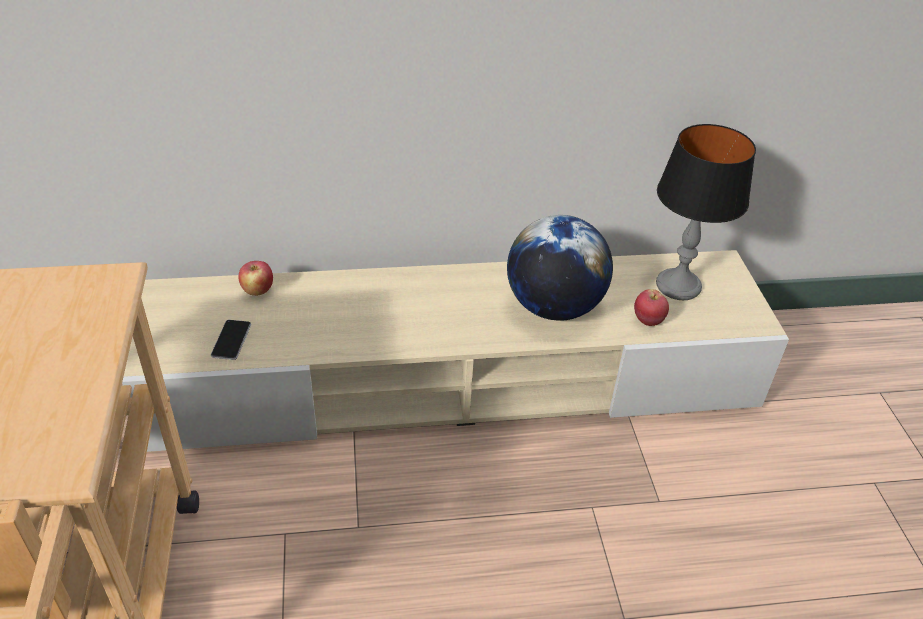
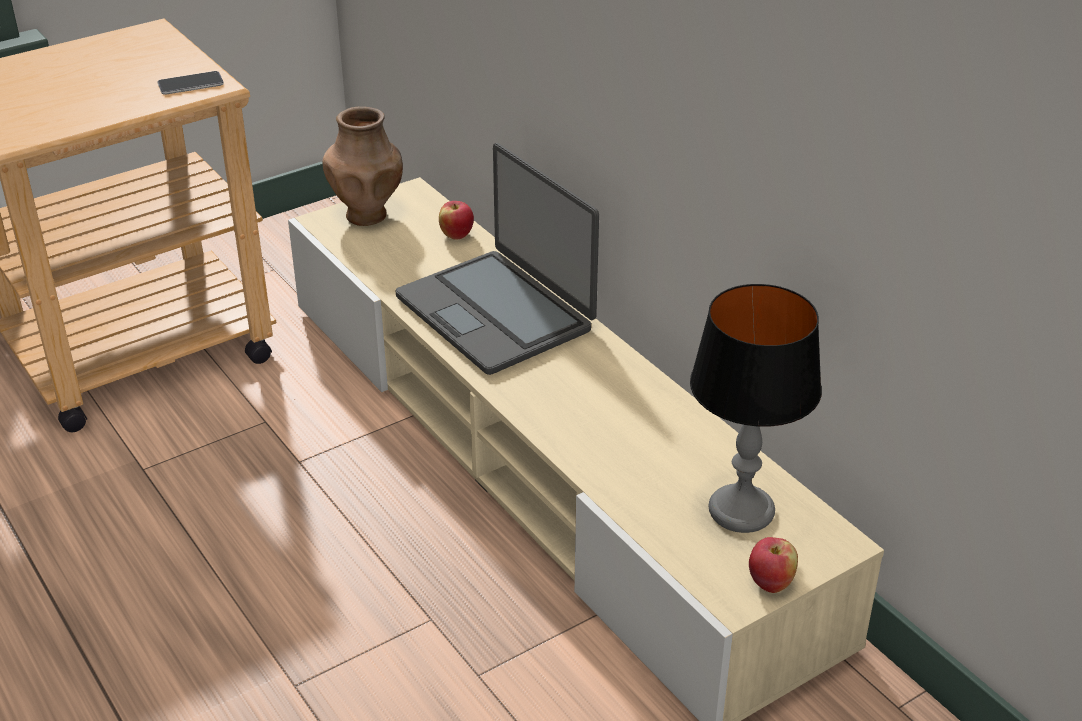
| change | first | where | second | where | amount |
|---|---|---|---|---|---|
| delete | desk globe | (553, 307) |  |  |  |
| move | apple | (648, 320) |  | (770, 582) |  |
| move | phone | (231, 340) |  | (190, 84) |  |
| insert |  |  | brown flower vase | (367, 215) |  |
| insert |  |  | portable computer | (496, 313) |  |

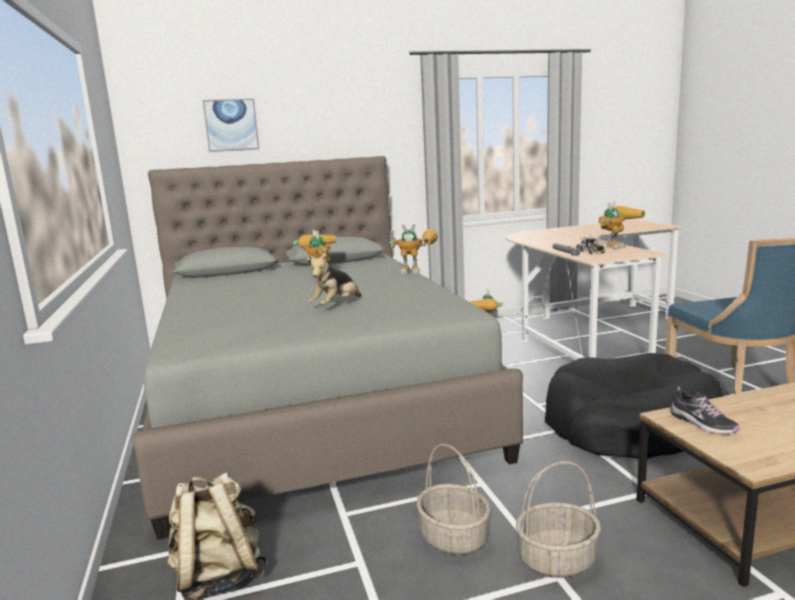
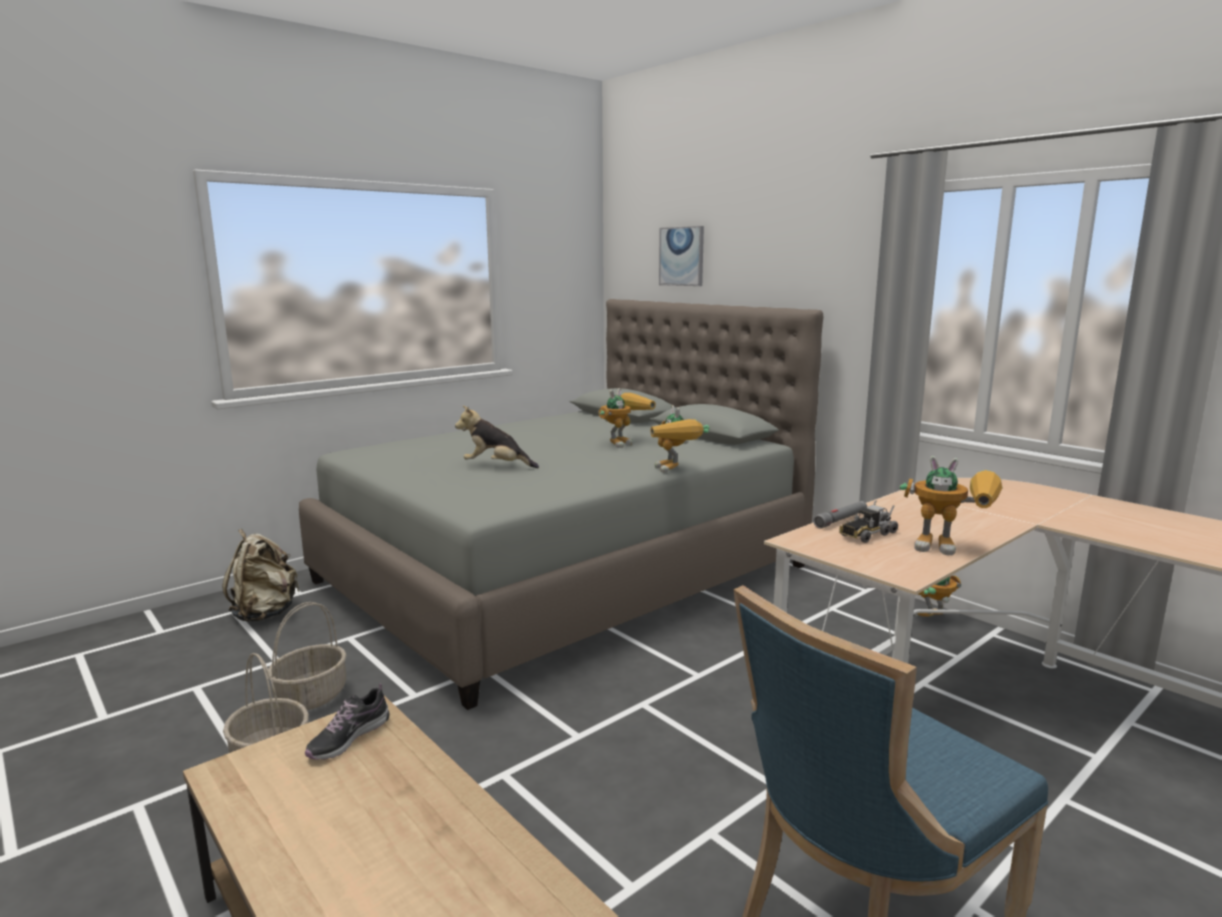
| change | first | where | second | where | amount |
|---|---|---|---|---|---|
| delete | black-coloured dog cushion | (629, 426) |  |  |  |

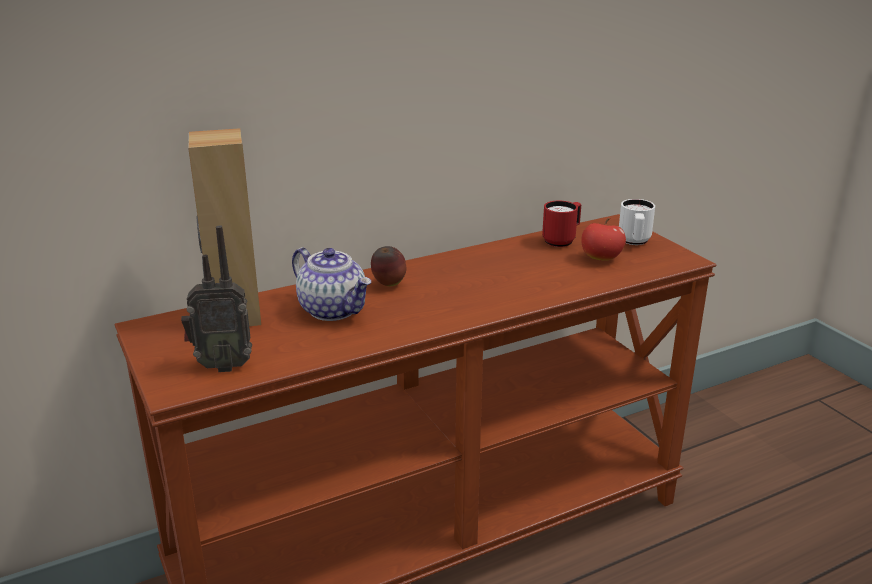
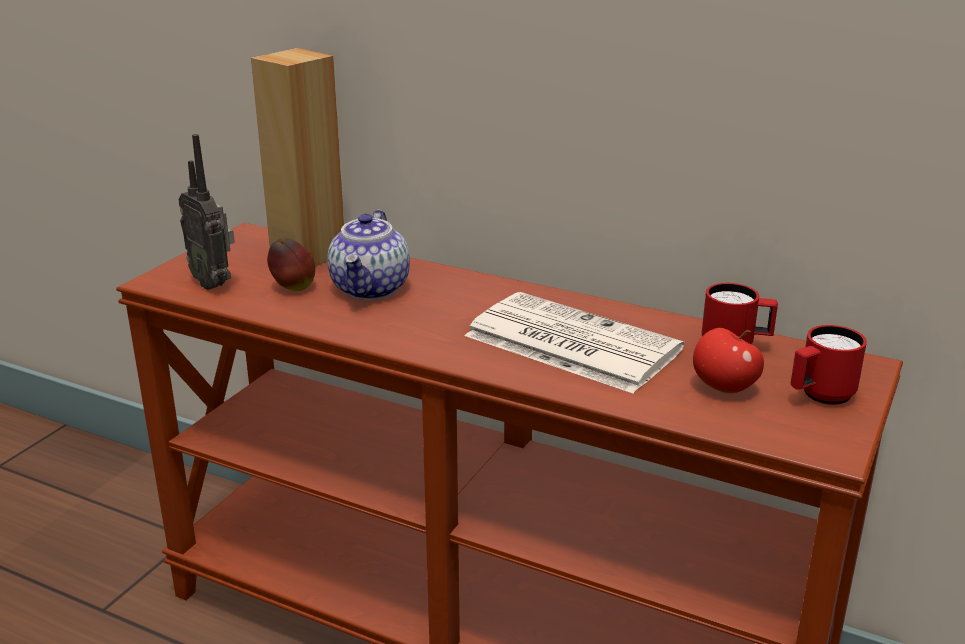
| change | first | where | second | where | amount |
|---|---|---|---|---|---|
| recolor | white tea mug | (634, 242) | red tea mug | (819, 396) |  |
| move | apple | (388, 285) |  | (293, 288) |  |
| insert |  |  | newspaper | (568, 343) |  |

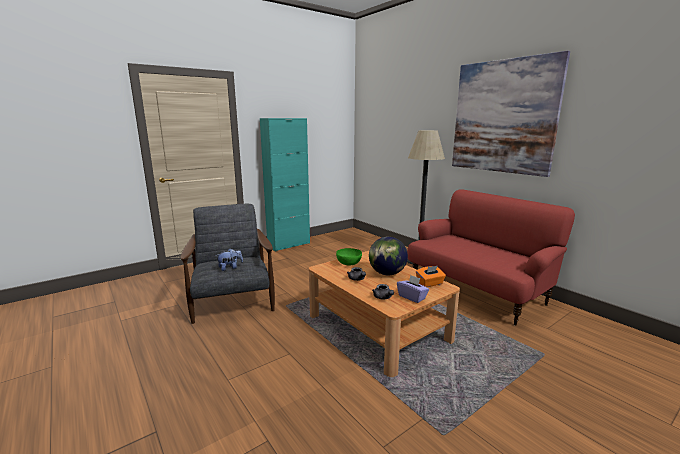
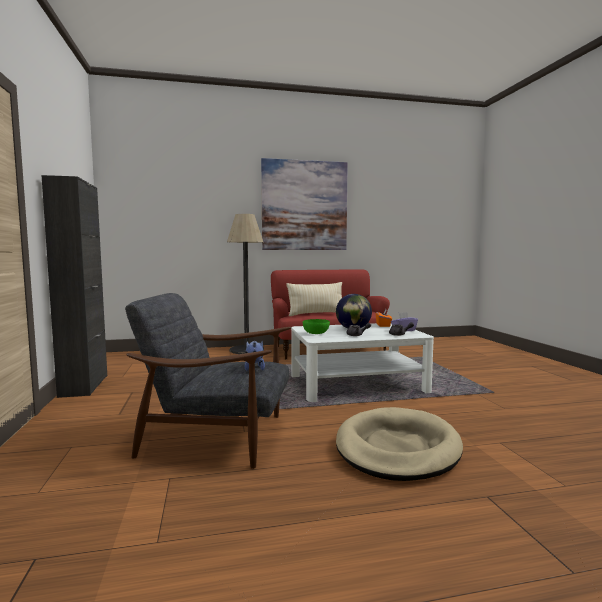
| change | first | where | second | where | amount |
|---|---|---|---|---|---|
| recolor | turquoise storage cabinet | (289, 245) | black-coloured storage cabinet | (84, 386) |  |
| recolor | brown coffee table | (378, 328) | white coffee table | (357, 384) |  |
| insert |  |  | beige-coloured pillow | (316, 314) |  |
| insert |  |  | beige-coloured dog cushion | (397, 448) |  |

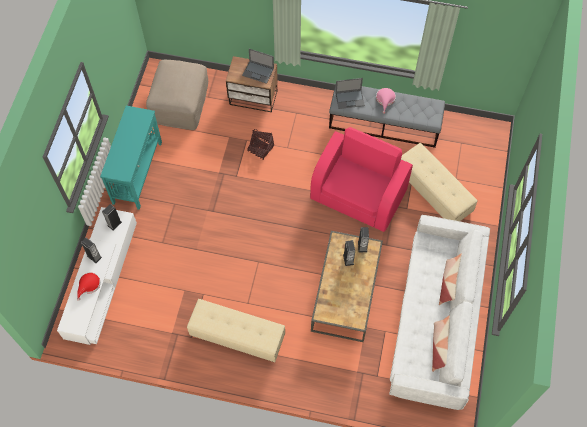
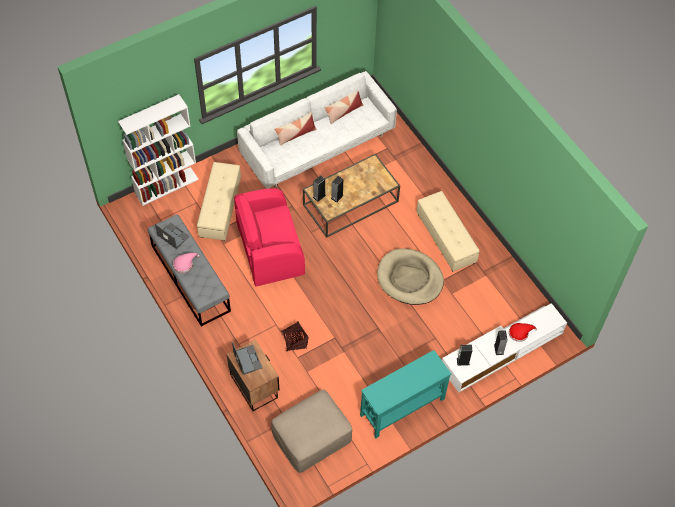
| change | first | where | second | where | amount |
|---|---|---|---|---|---|
| move | portable computer | (350, 99) |  | (173, 236) |  |
| insert |  |  | white shelving unit | (167, 186) |  |
| insert |  |  | beige-coloured dog cushion | (410, 278) |  |

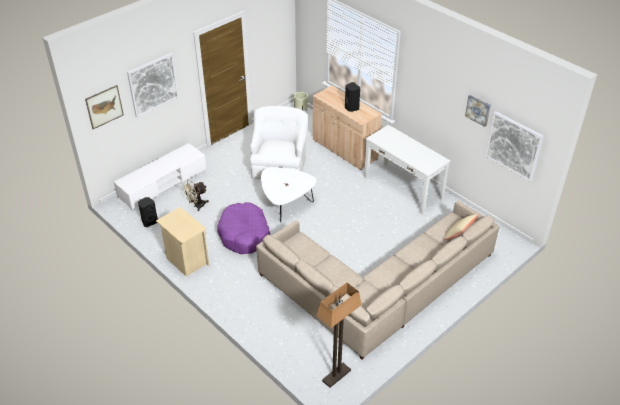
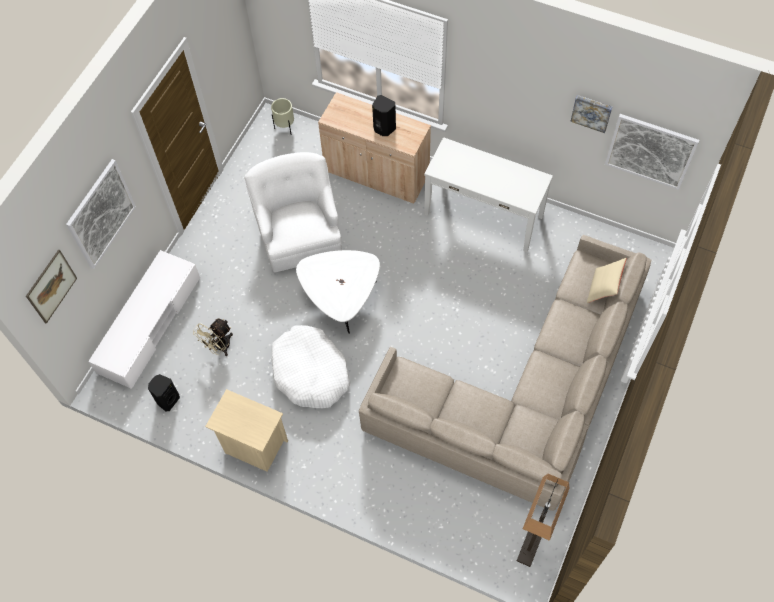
| change | first | where | second | where | amount |
|---|---|---|---|---|---|
| recolor | purple-coloured dog cushion | (244, 234) | white dog cushion | (310, 372) |  |

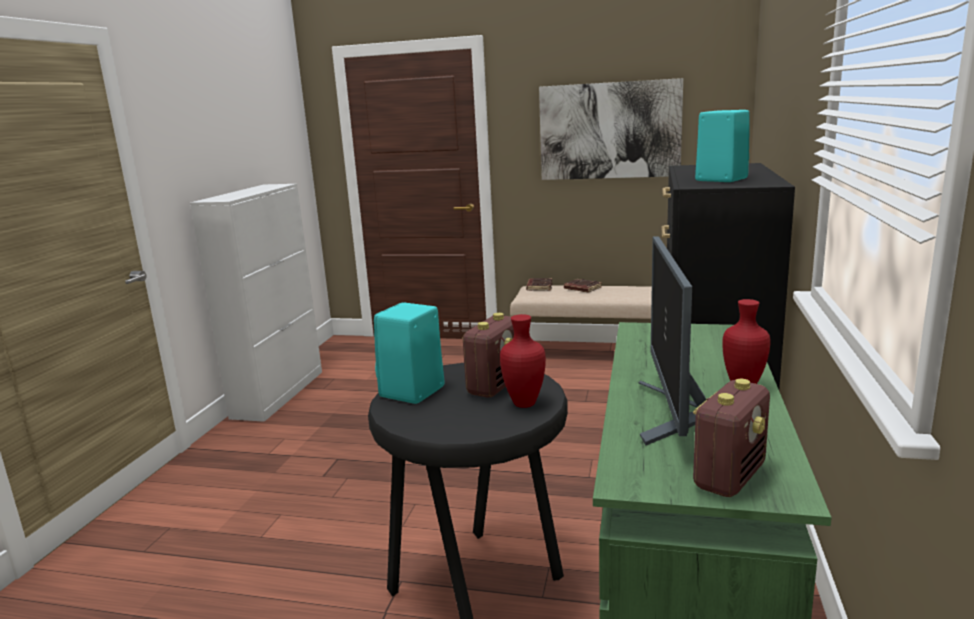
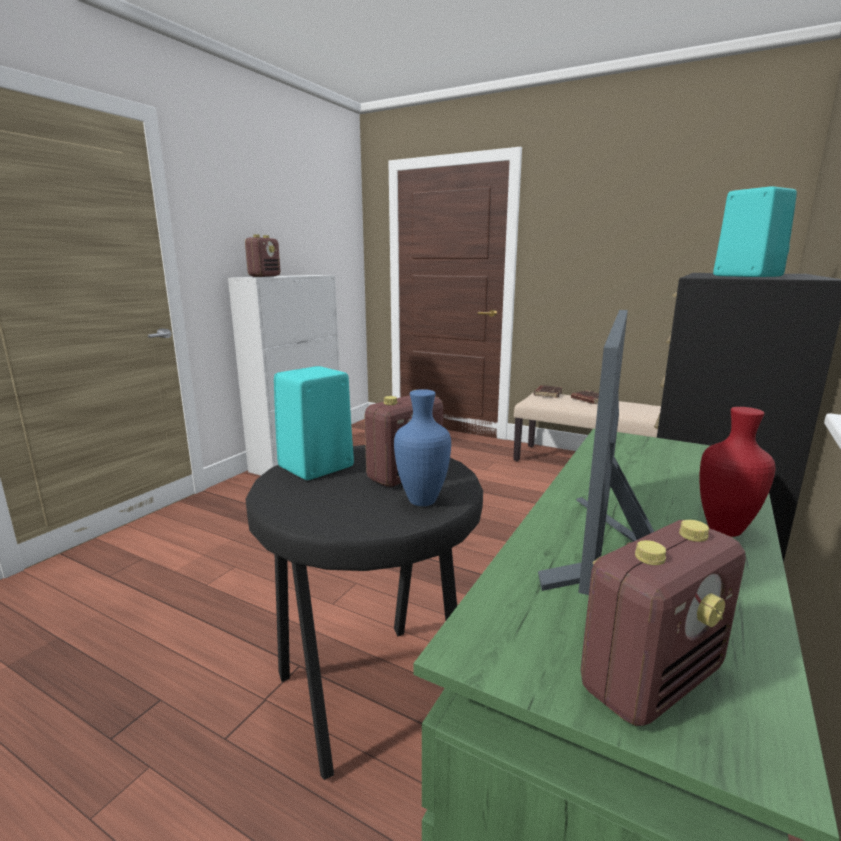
| change | first | where | second | where | amount |
|---|---|---|---|---|---|
| delete | wall picture | (609, 131) |  |  |  |
| recolor | red flower vase | (523, 403) | blue flower vase | (421, 500) |  |
| insert |  |  | radio | (264, 276) |  |

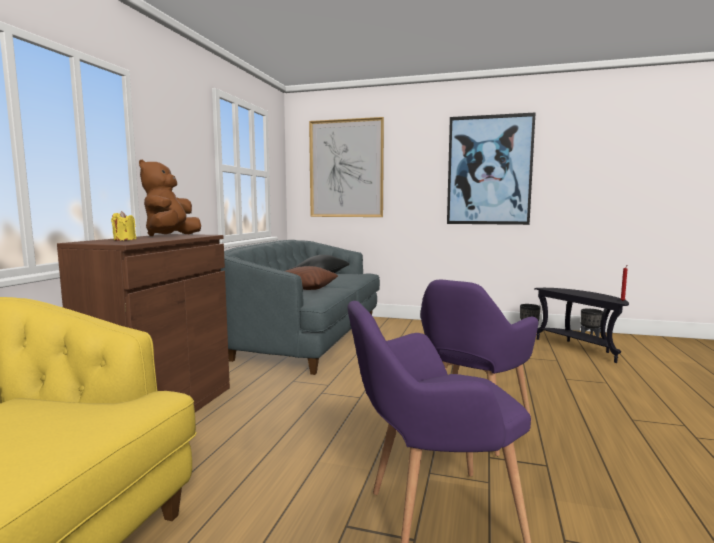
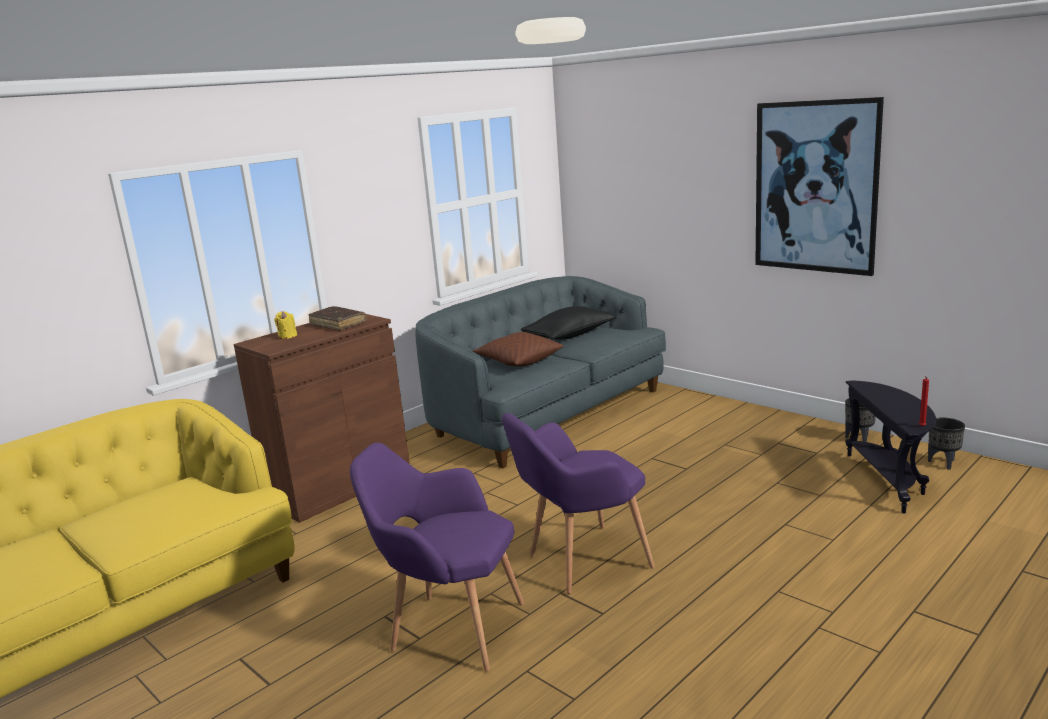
| change | first | where | second | where | amount |
|---|---|---|---|---|---|
| delete | wall picture | (346, 168) |  |  |  |
| replace | brown soft toy | (171, 236) | brown bound book | (338, 324) |  |

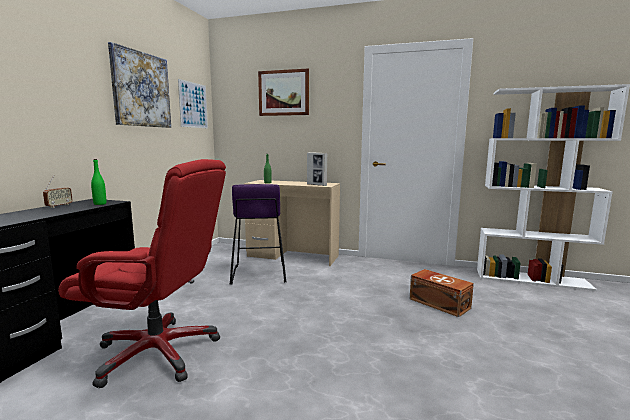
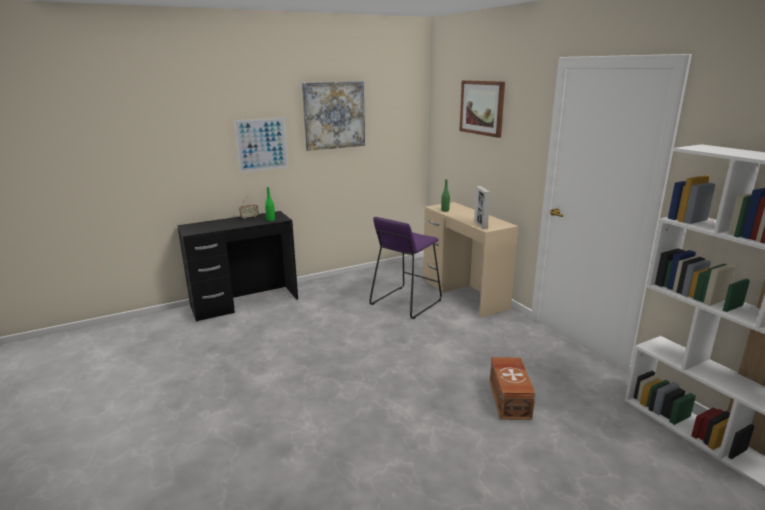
| change | first | where | second | where | amount |
|---|---|---|---|---|---|
| move | wall picture | (193, 105) |  | (262, 144) |  |
| delete | red computer chair | (158, 352) |  |  |  |

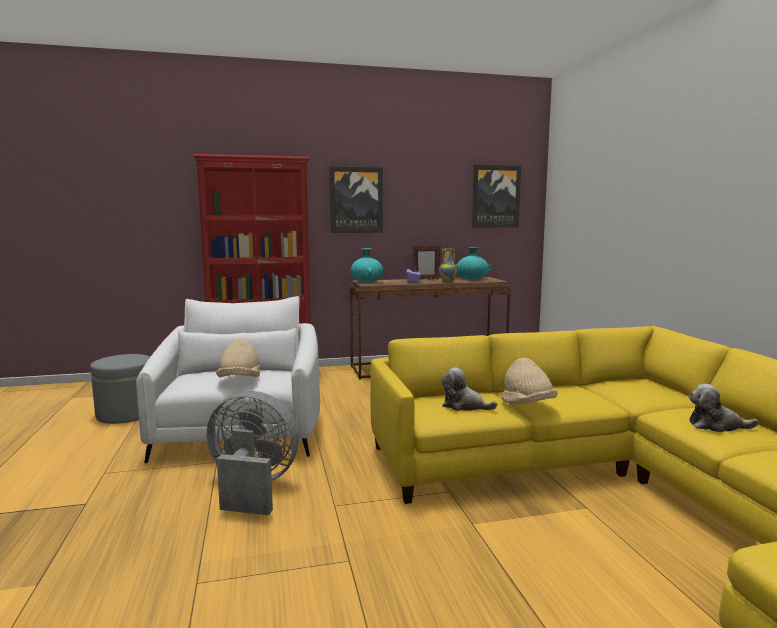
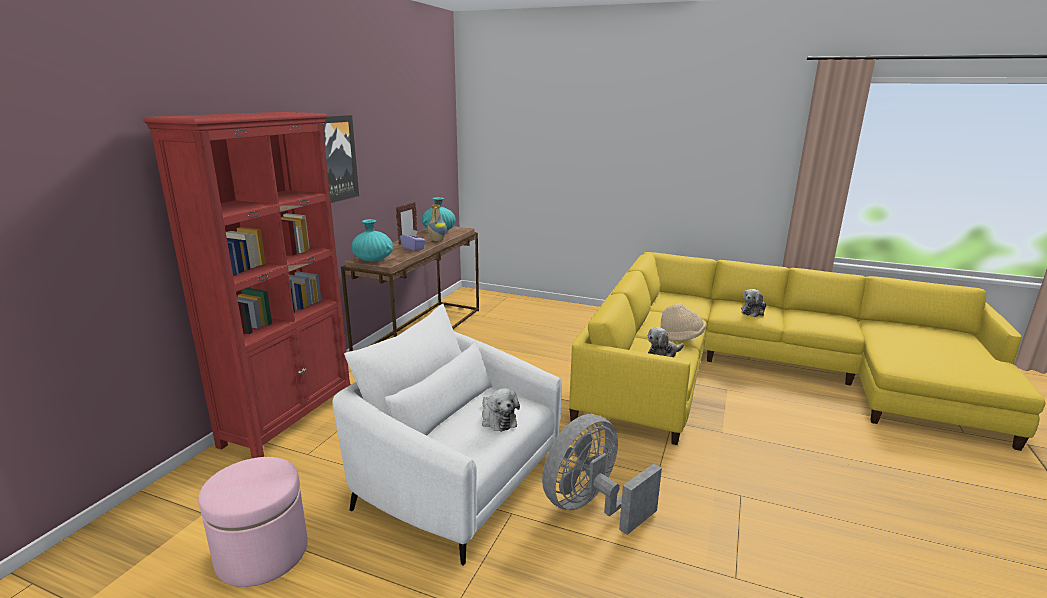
| change | first | where | second | where | amount |
|---|---|---|---|---|---|
| delete | wall picture | (495, 196) |  |  |  |
| replace | beige-coloured hat | (239, 381) | soft toy | (497, 419) |  |
| recolor | gray ottoman | (126, 414) | pink-coloured ottoman | (262, 553) |  |

